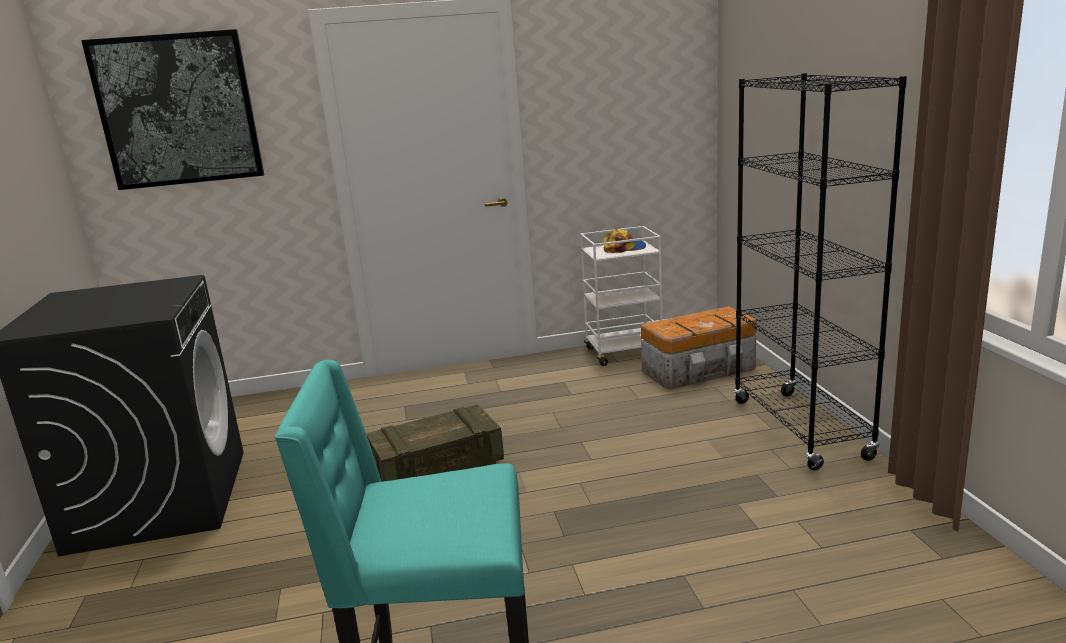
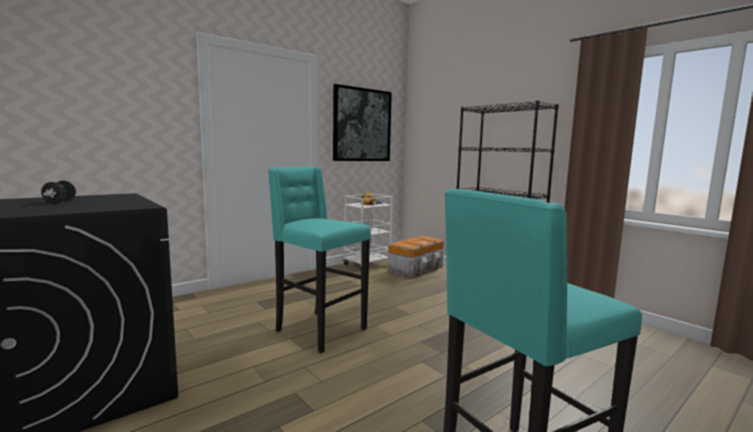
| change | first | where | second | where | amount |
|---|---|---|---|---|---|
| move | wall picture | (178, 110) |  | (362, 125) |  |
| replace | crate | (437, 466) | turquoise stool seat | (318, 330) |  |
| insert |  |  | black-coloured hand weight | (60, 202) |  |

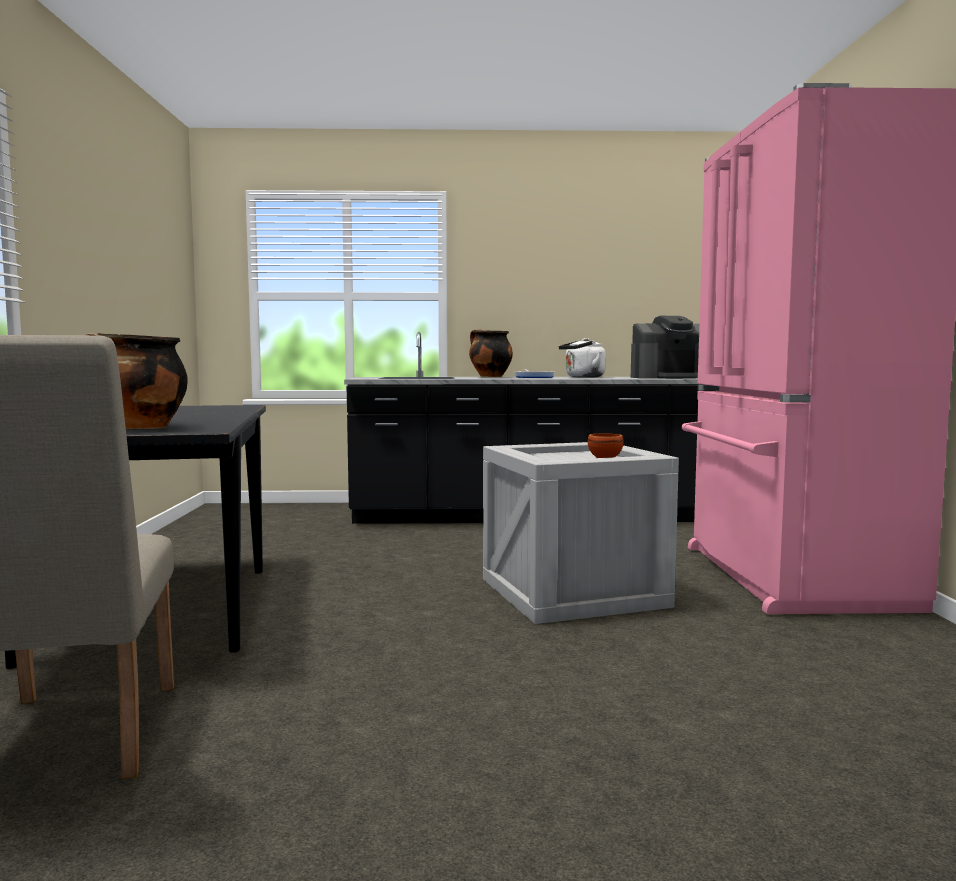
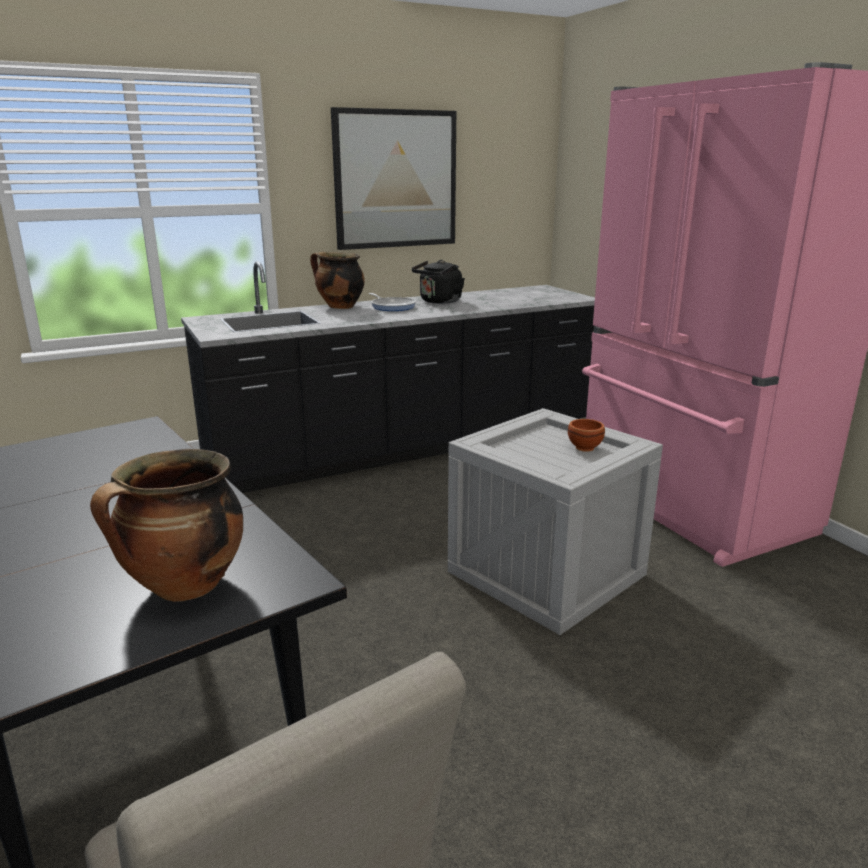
| change | first | where | second | where | amount |
|---|---|---|---|---|---|
| delete | coffee machine | (670, 377) |  |  |  |
| recolor | white tea kettle | (582, 377) | black-coloured tea kettle | (439, 302) |  |
| insert |  |  | wall picture | (395, 179) |  |

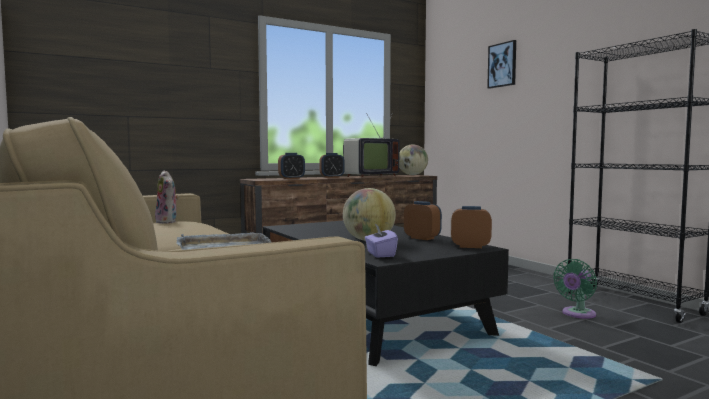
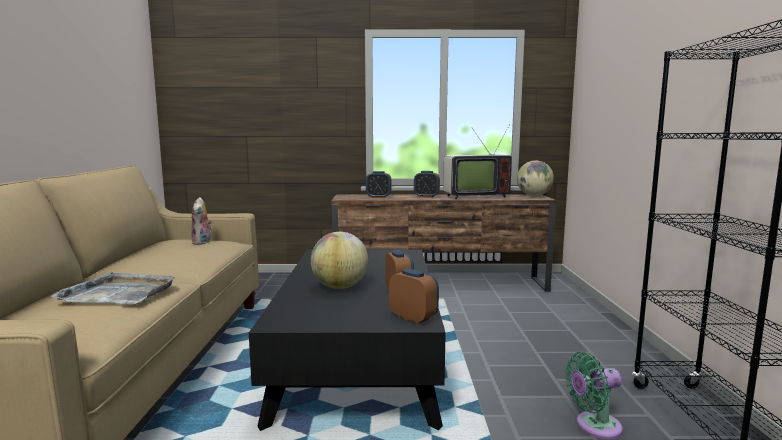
| change | first | where | second | where | amount |
|---|---|---|---|---|---|
| delete | wall picture | (502, 65) |  |  |  |
| delete | purple-coloured tissue box | (380, 254) |  |  |  |

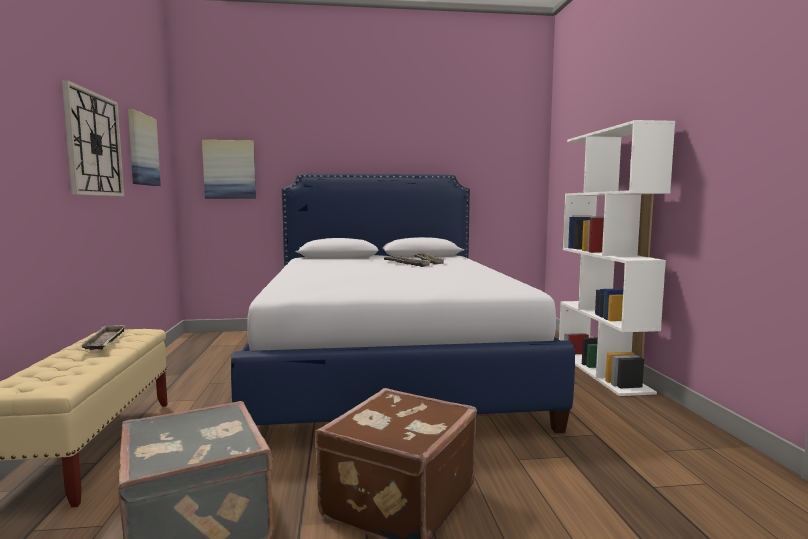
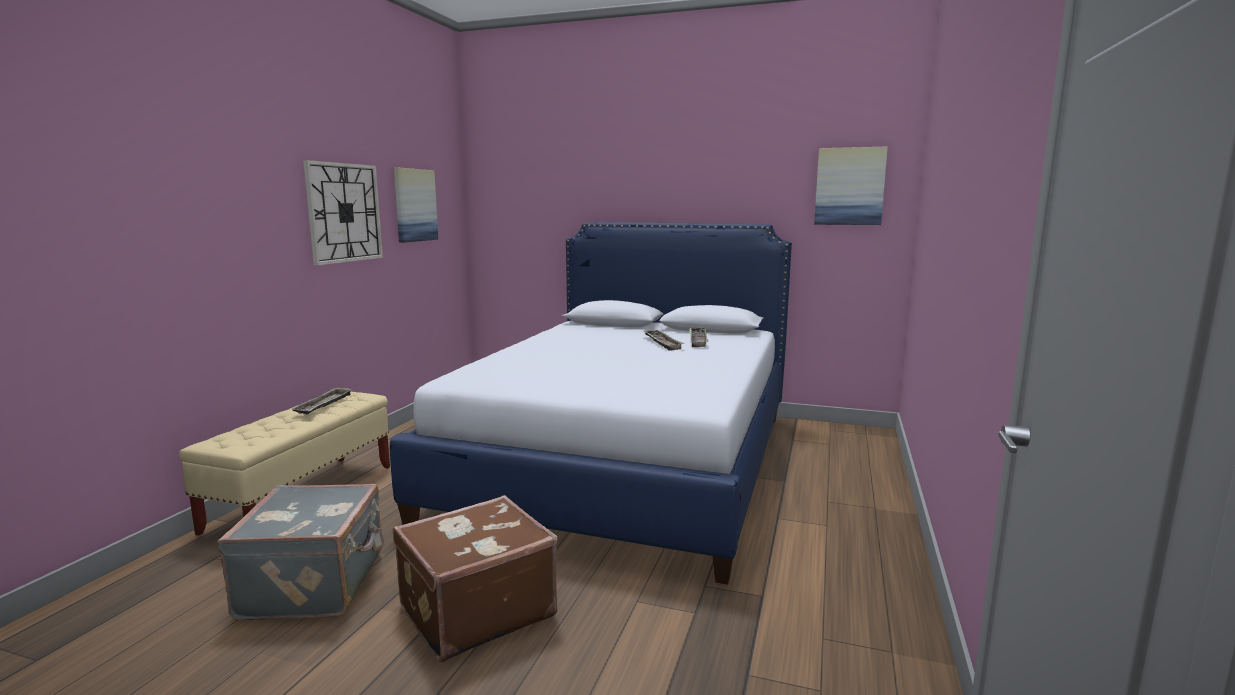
| change | first | where | second | where | amount |
|---|---|---|---|---|---|
| delete | white shelving unit | (602, 371) |  |  |  |
| move | wall picture | (229, 169) |  | (849, 186) |  |

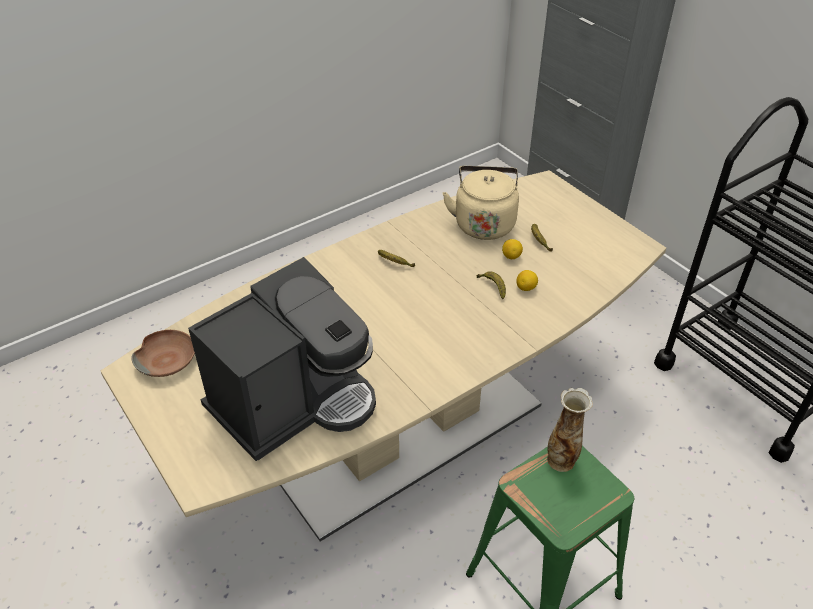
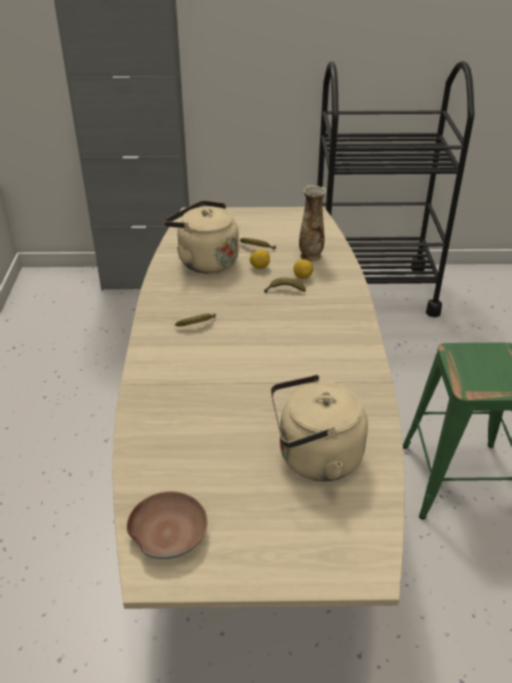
| change | first | where | second | where | amount |
|---|---|---|---|---|---|
| replace | coffee machine | (294, 402) | beige-coloured tea kettle | (314, 458) |  |
| move | flower vase | (562, 460) |  | (310, 256) |  |

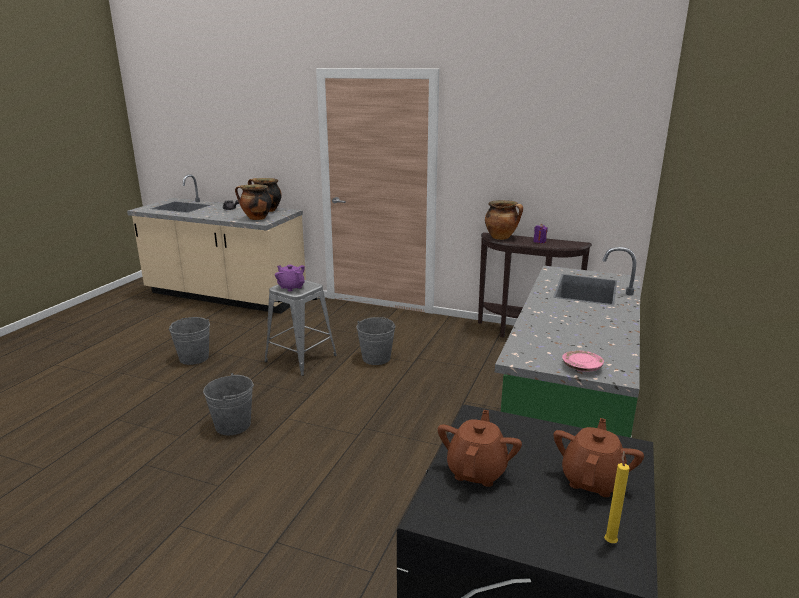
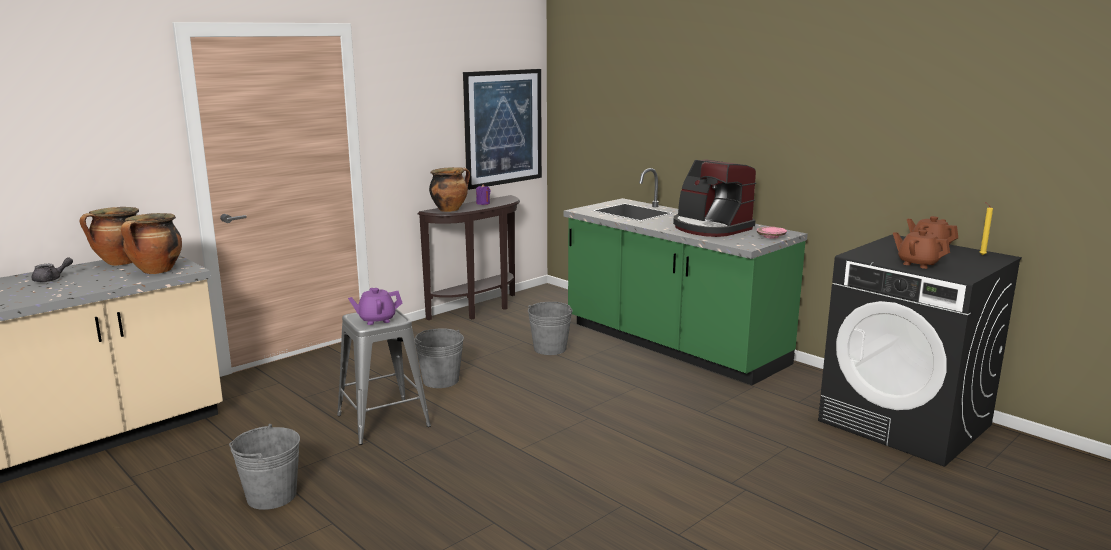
| change | first | where | second | where | amount |
|---|---|---|---|---|---|
| move | gray pail | (233, 425) |  | (550, 348) |  |
| insert |  |  | wall picture | (503, 127) |  |
| insert |  |  | coffee machine | (710, 228) |  |

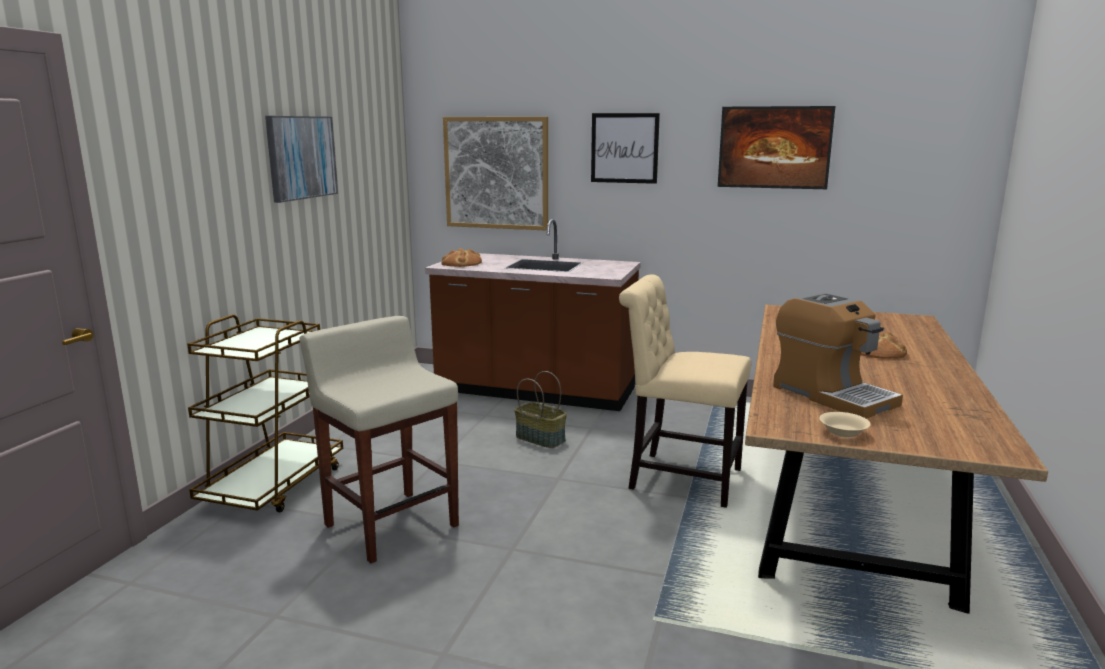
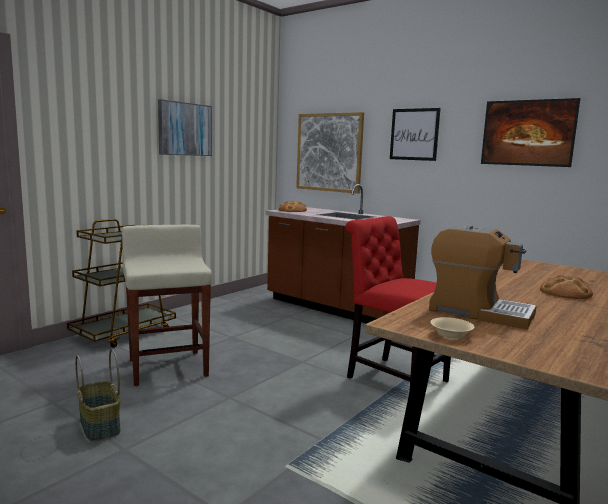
| change | first | where | second | where | amount |
|---|---|---|---|---|---|
| recolor | beige-coloured chair | (679, 478) | red chair | (392, 378) |  |
| rotate | coffee machine | (832, 395) |  | (479, 312) | 45 degrees counterclockwise |
| move | household basket | (541, 438) |  | (101, 425) |  |

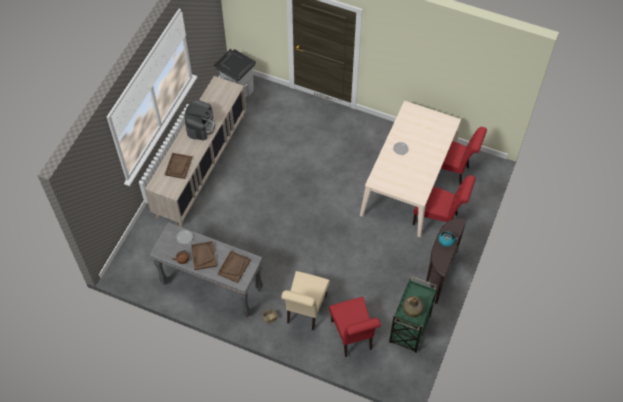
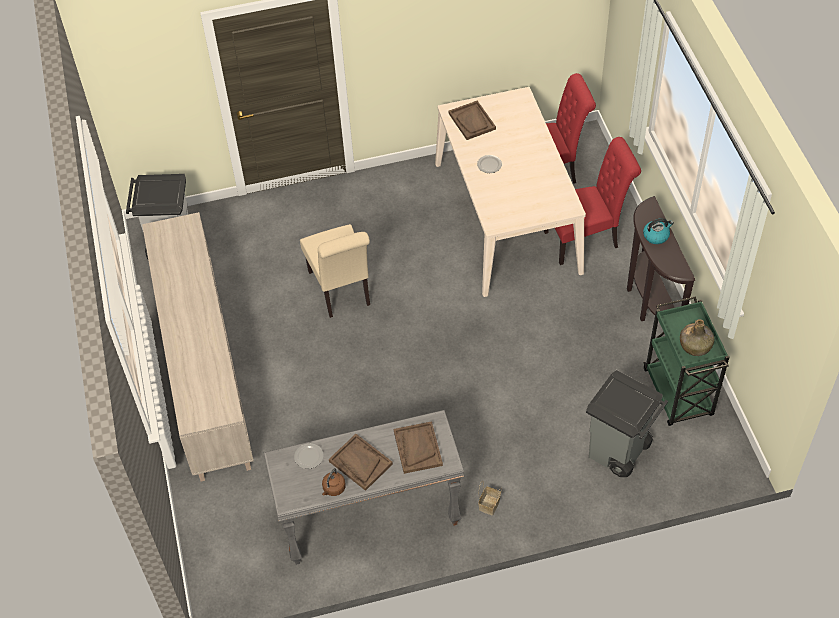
| change | first | where | second | where | amount |
|---|---|---|---|---|---|
| delete | coffee machine | (200, 126) |  |  |  |
| move | brown tray | (178, 166) |  | (472, 121) |  |
| move | beige-coloured chair | (305, 311) |  | (341, 291) |  |
| replace | red chair | (353, 337) | gray rubbish bin | (618, 452) |  |

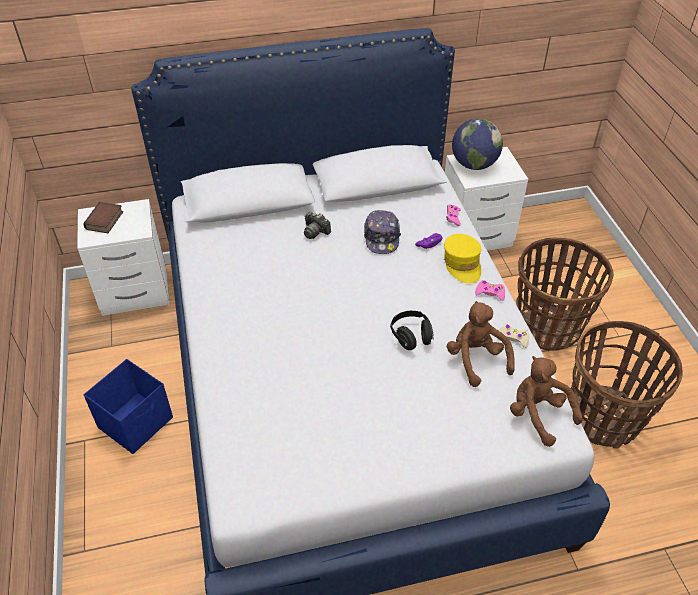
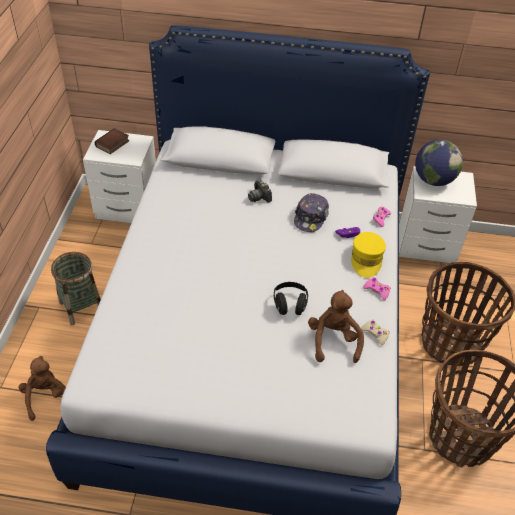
| change | first | where | second | where | amount |
|---|---|---|---|---|---|
| move | brown soft toy | (538, 414) |  | (46, 398) |  |
| replace | blue storage container | (137, 422) | household basket | (81, 307) |  |

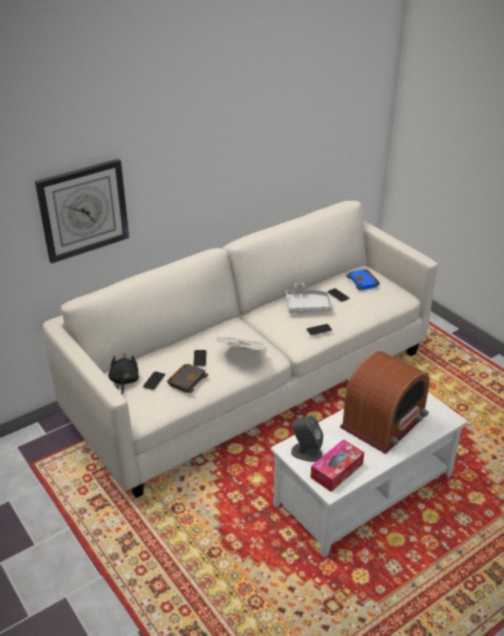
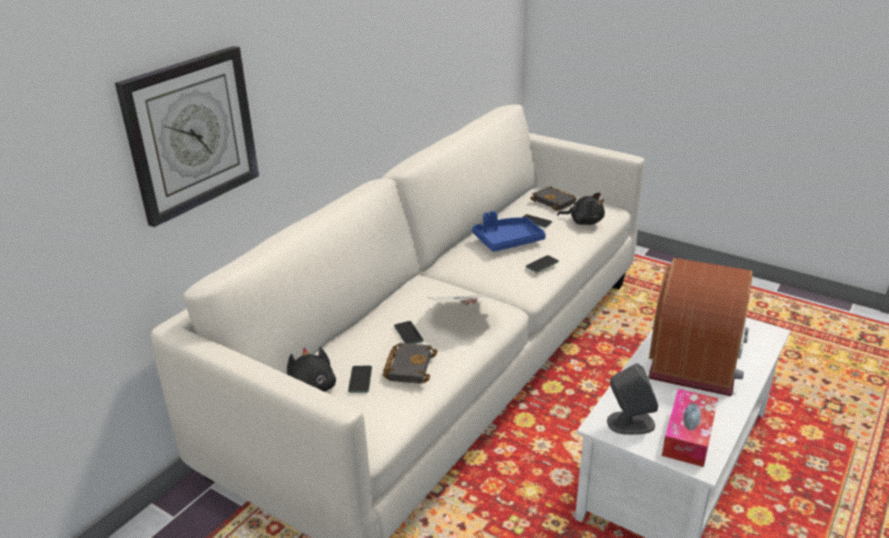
| change | first | where | second | where | amount |
|---|---|---|---|---|---|
| recolor | blue bound book | (364, 282) | black-coloured bound book | (555, 202) |  |
| recolor | gray tray | (307, 306) | blue tray | (507, 241) |  |
| insert |  |  | black-coloured soft toy | (584, 221) |  |

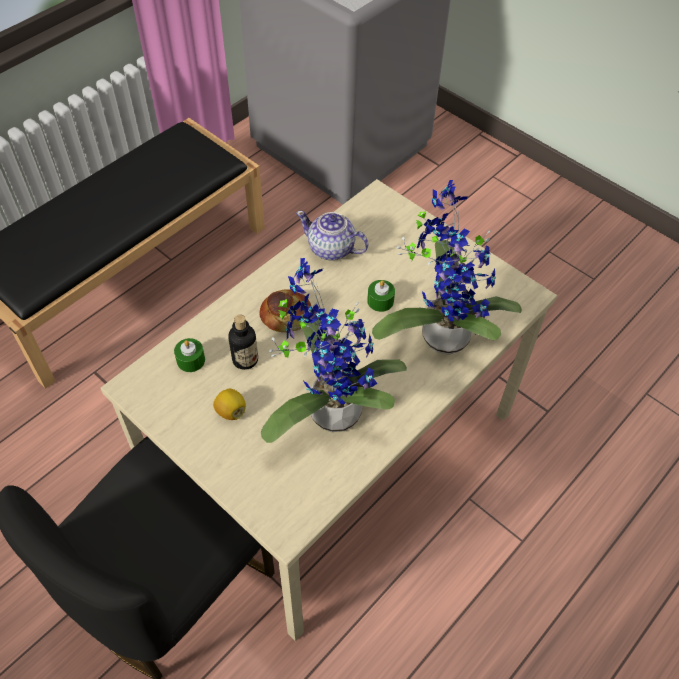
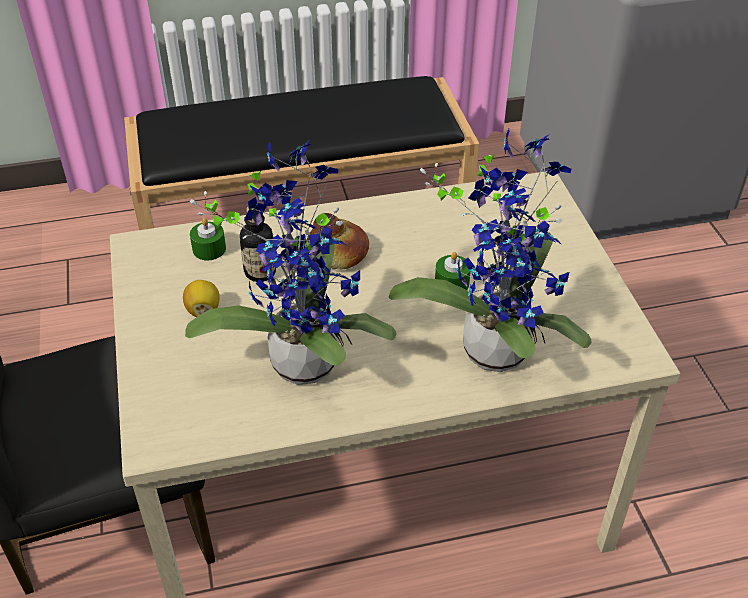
| change | first | where | second | where | amount |
|---|---|---|---|---|---|
| delete | teapot | (331, 249) |  |  |  |

